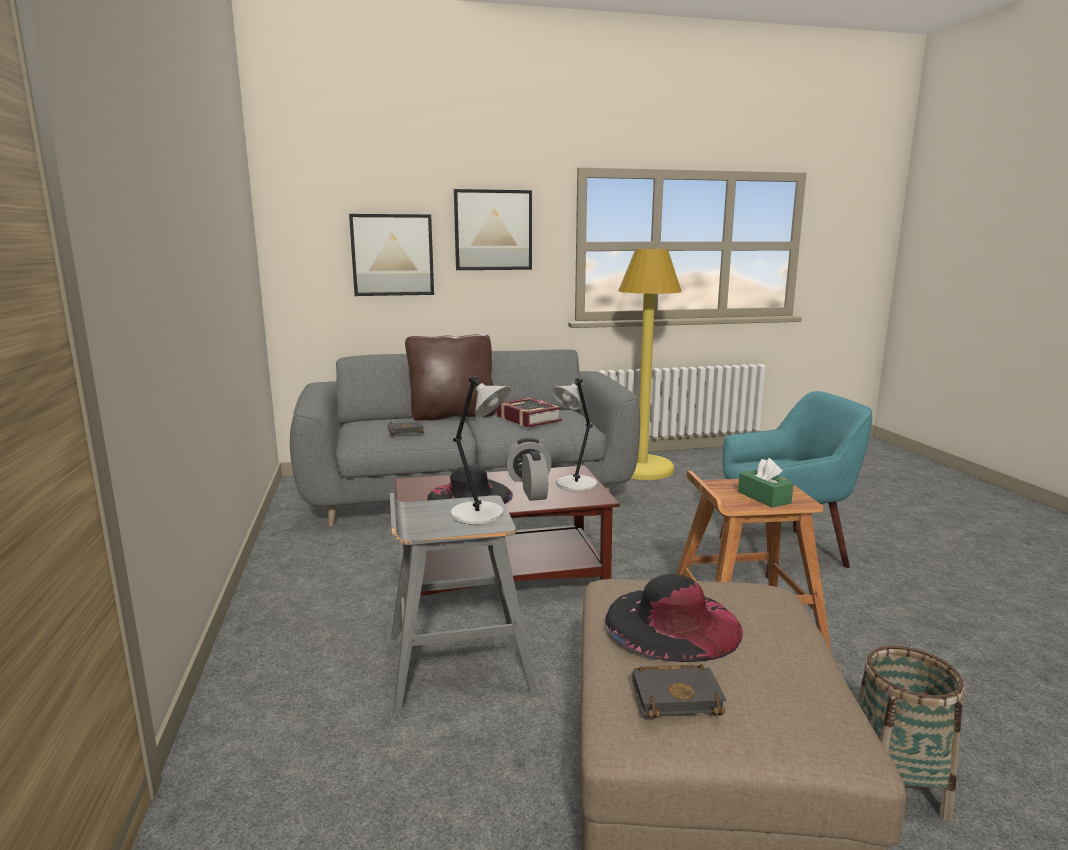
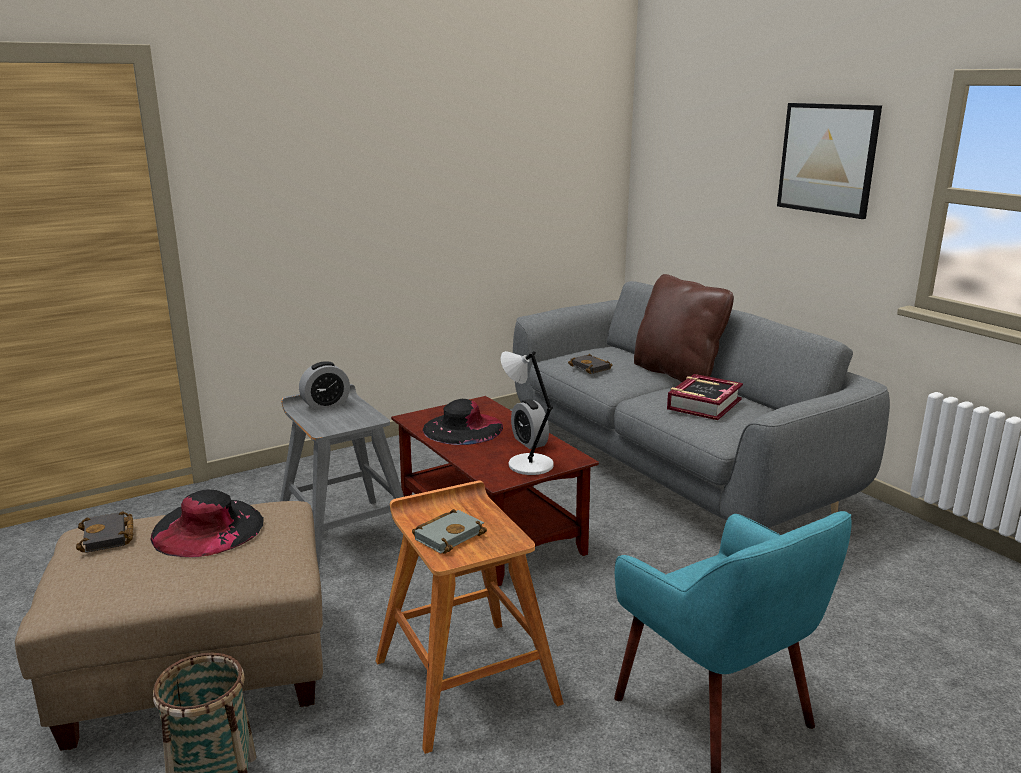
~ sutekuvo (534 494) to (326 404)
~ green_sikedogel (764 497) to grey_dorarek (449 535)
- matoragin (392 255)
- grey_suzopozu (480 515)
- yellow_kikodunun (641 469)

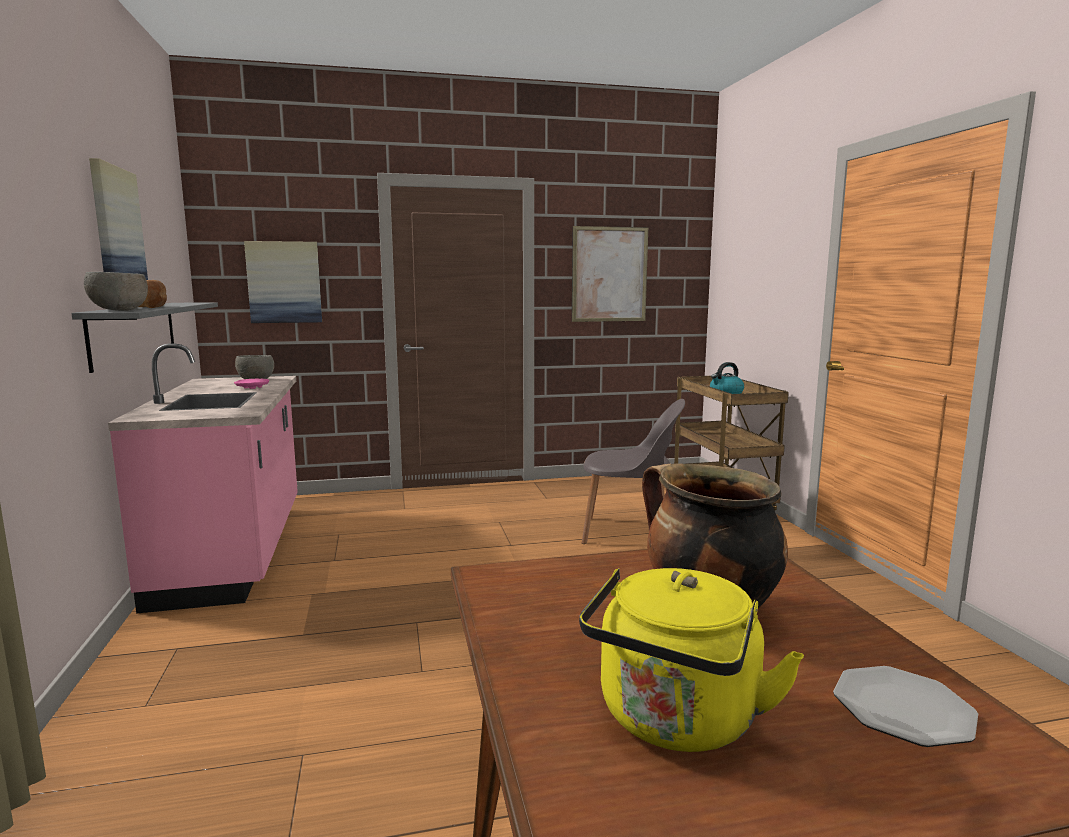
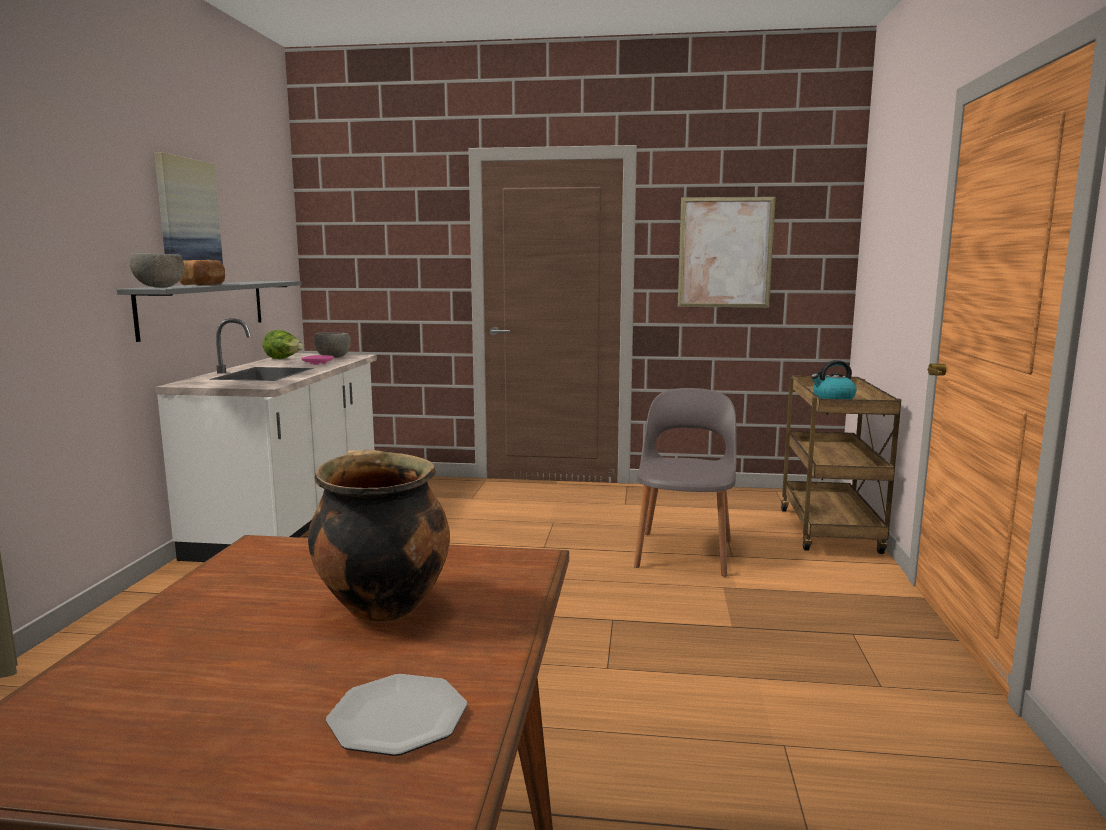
~ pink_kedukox (235 551) to white_kedukox (292 519)
+ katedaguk (283 359)
~ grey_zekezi (630 533) = (684 552) 105 degrees counterclockwise
- matoragin (284 282)
- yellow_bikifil (676 722)

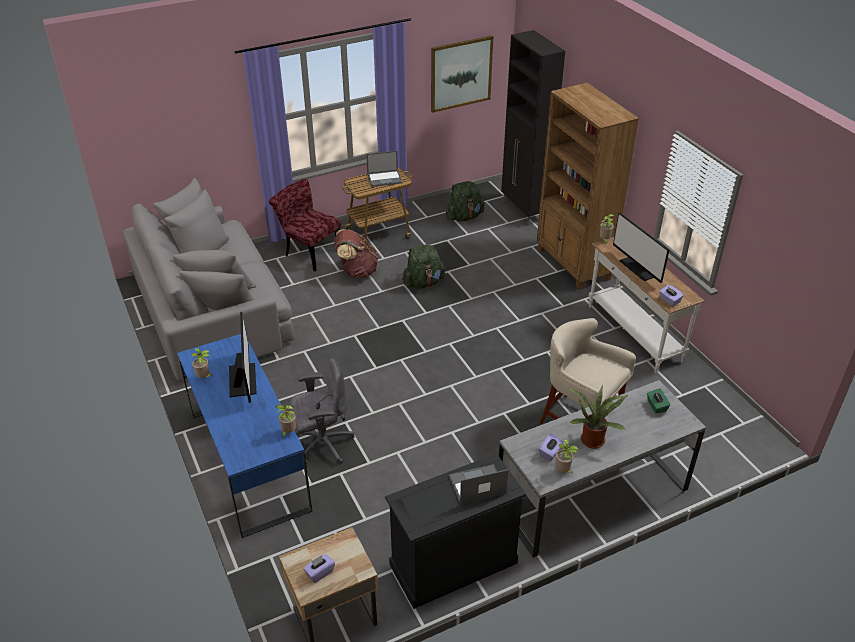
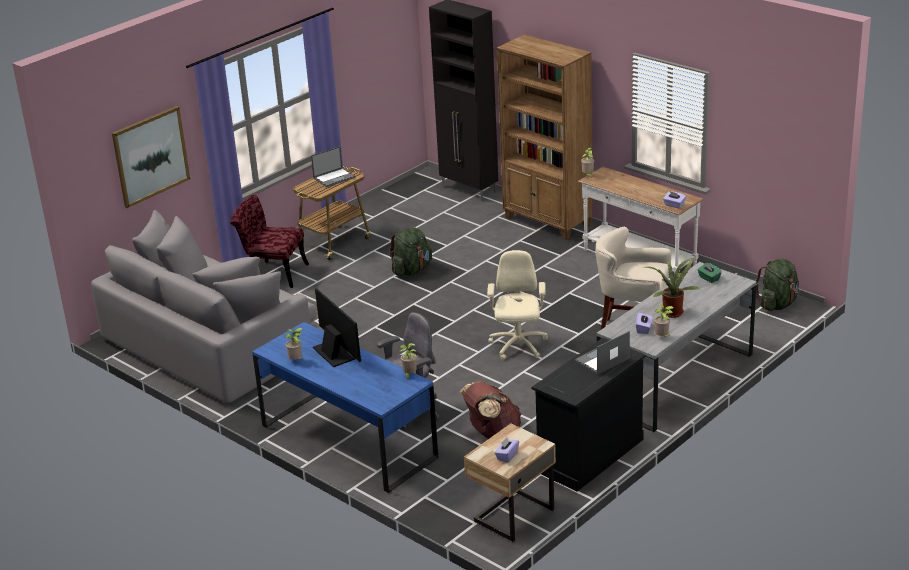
~ matoragin (461 73) to (150 156)
~ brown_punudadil (356 271) to (492 433)
+ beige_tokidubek (518 346)
~ green_punudadil (464 217) to (777 304)
- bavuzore (639 268)

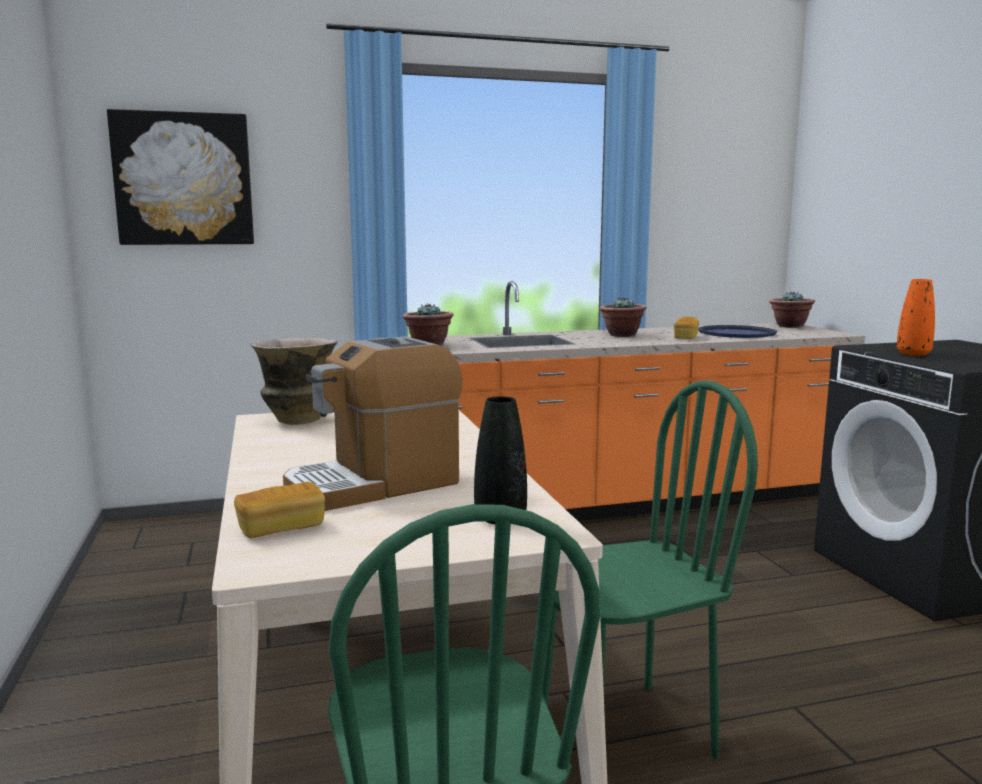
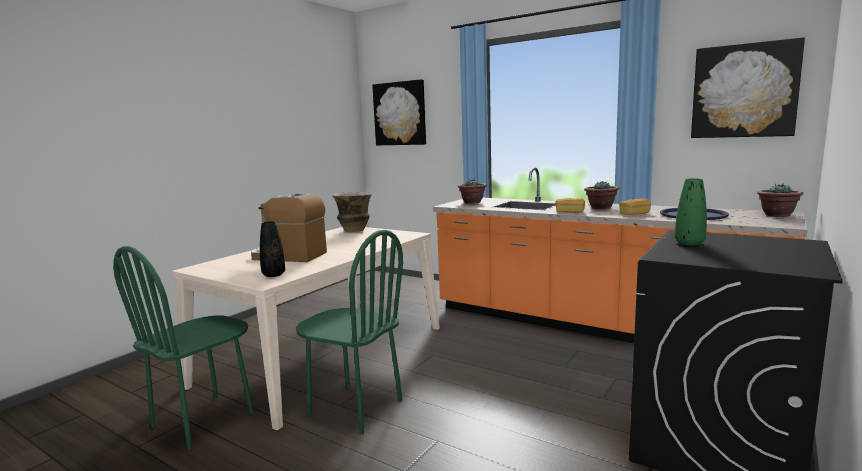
~ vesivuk (281 528) to (570 212)
~ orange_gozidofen (913 354) to green_gozidofen (689 243)
+ matoragin (744 91)

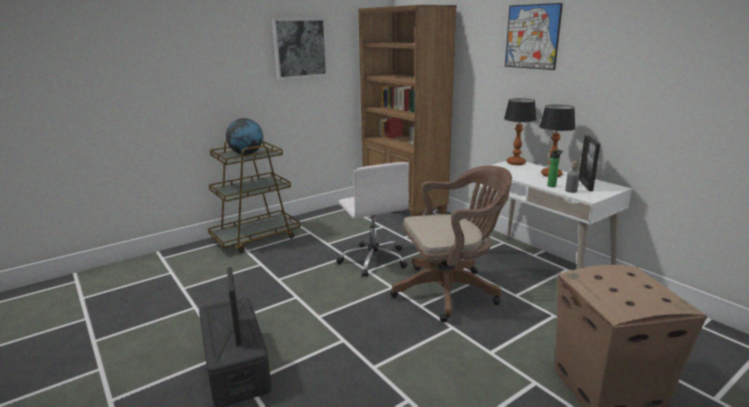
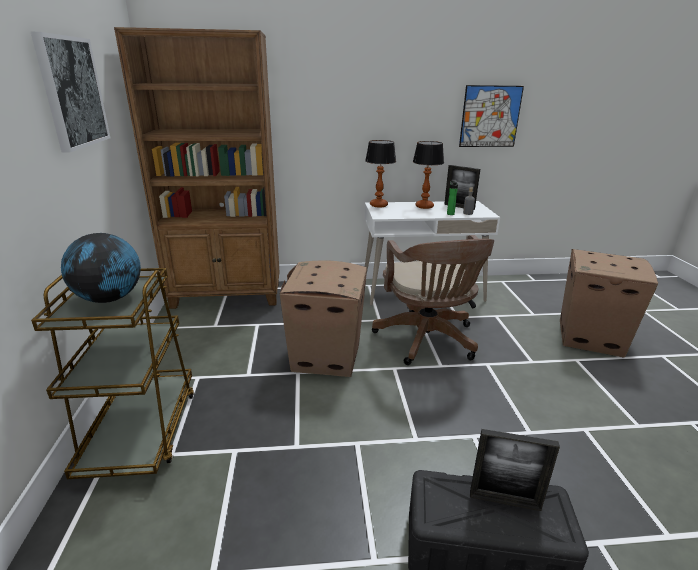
~ white_tokidubek (373 259) to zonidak (326 358)
~ brown_tokidubek (450 291) = (428 341) 150 degrees clockwise
~ matoragin (532 36) to (490 116)

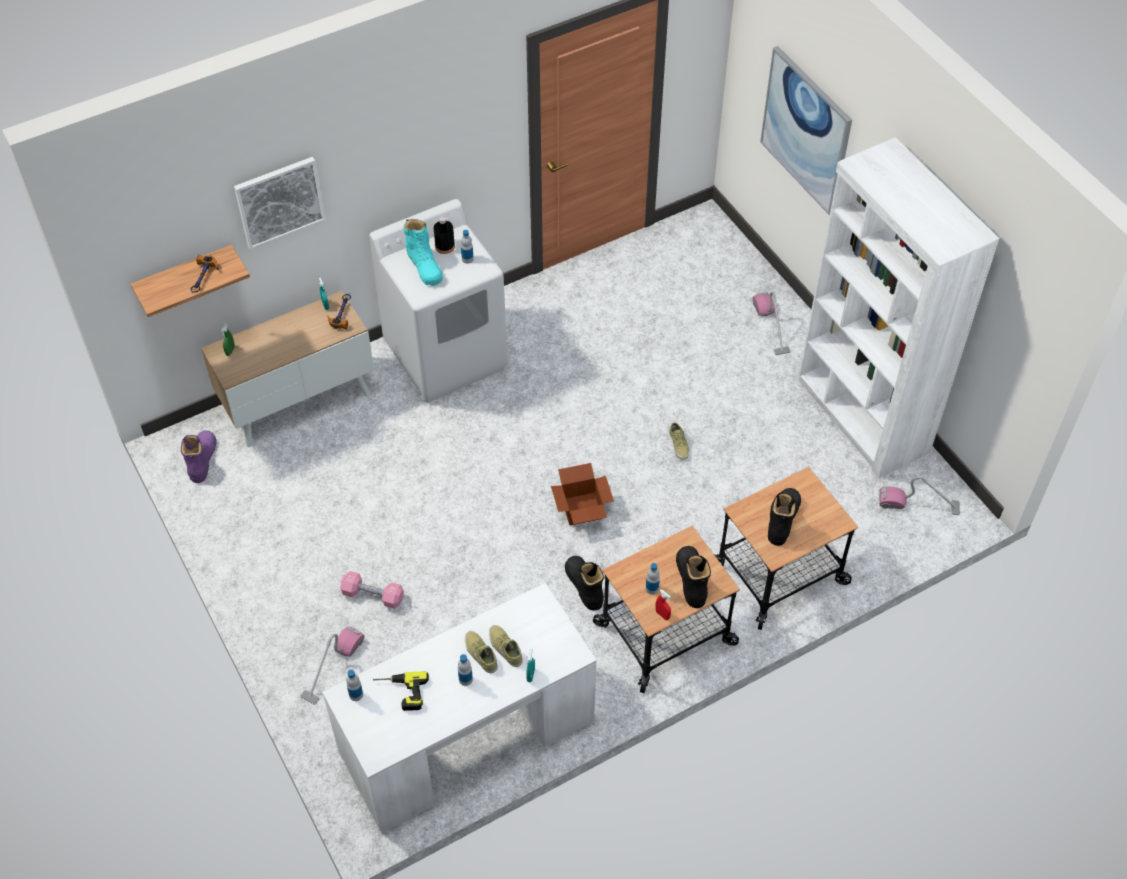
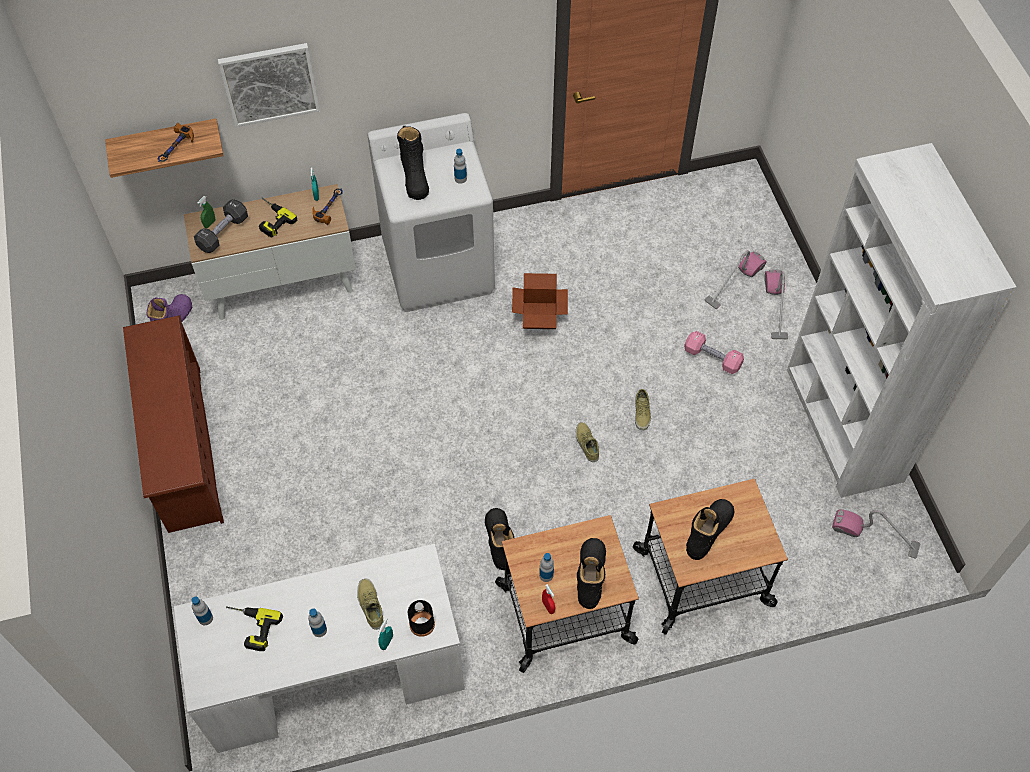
+ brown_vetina (183 448)
+ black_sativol (223 233)
+ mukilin (270 219)
~ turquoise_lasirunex (424 266) to black_lasirunex (414 177)
~ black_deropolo (445 246) to (422 624)
~ zonidak (581 510) to (538 316)
~ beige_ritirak (480 654) to (586 444)
~ pink_sativol (373 595) to (712 358)
~ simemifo (332 667) to (734 282)
- matoragin (806 130)

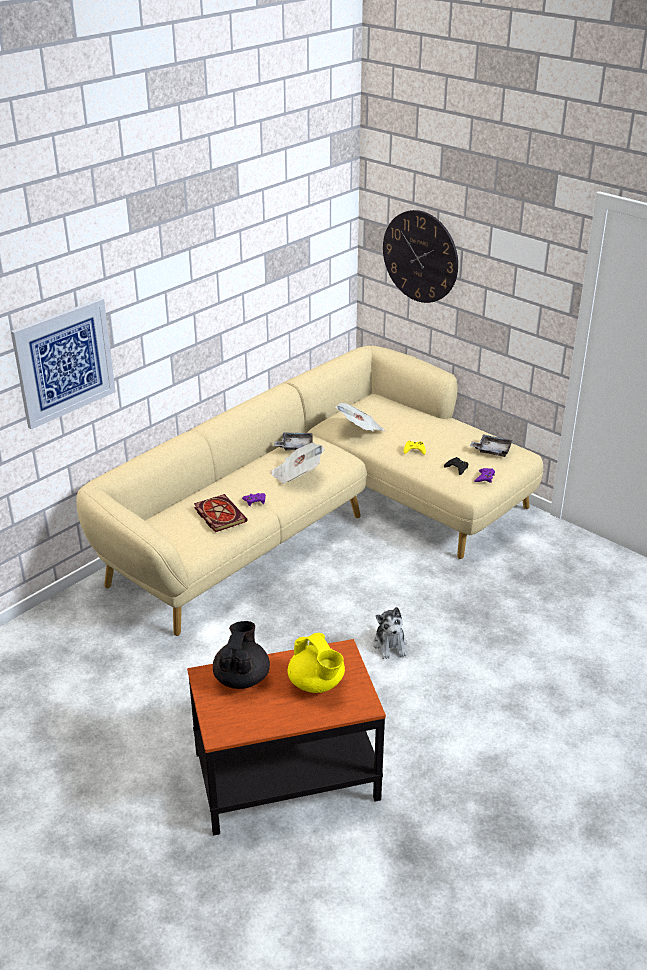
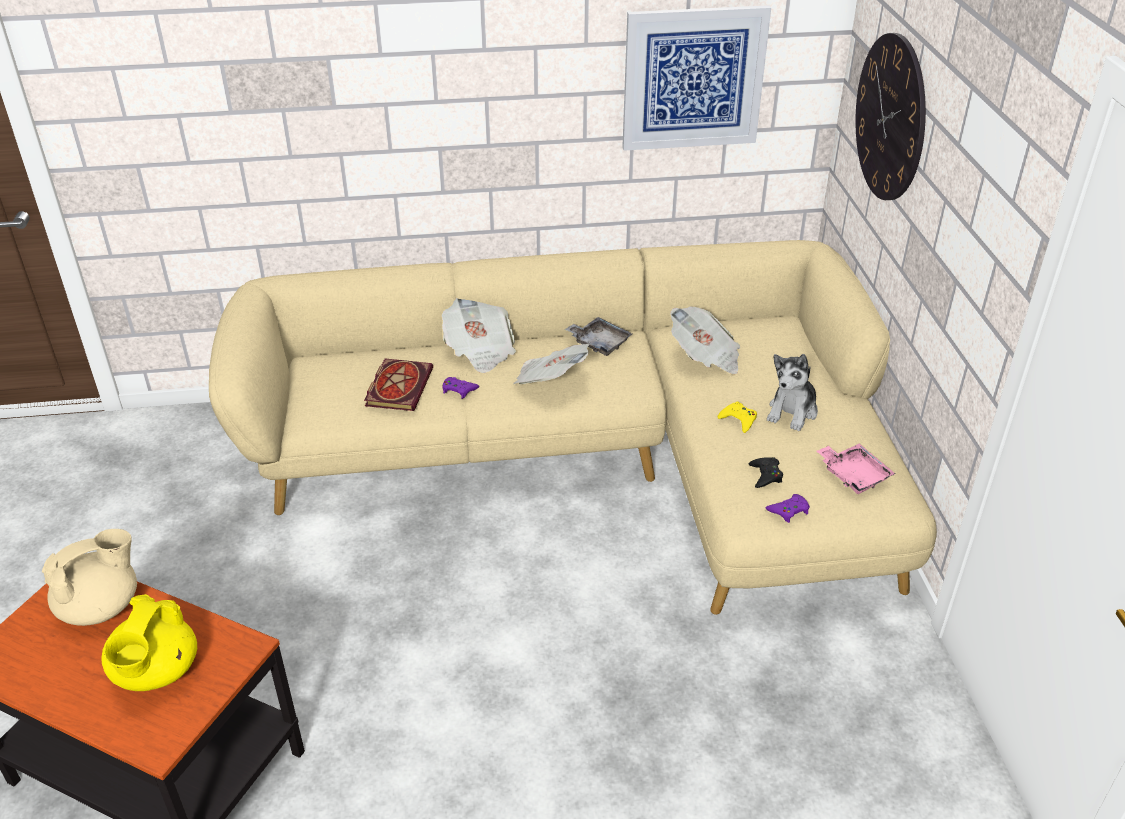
~ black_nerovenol (242 678) to beige_nerovenol (102 607)
+ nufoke (479 350)
~ matoragin (64 362) to (693 78)
~ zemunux (390 645) to (792 412)
~ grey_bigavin (492 450) to pink_bigavin (853 475)

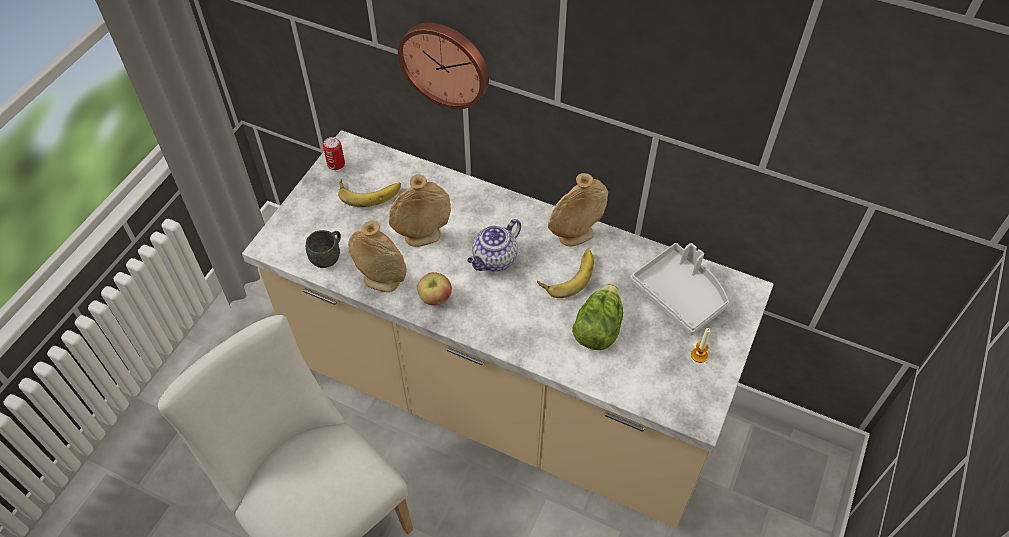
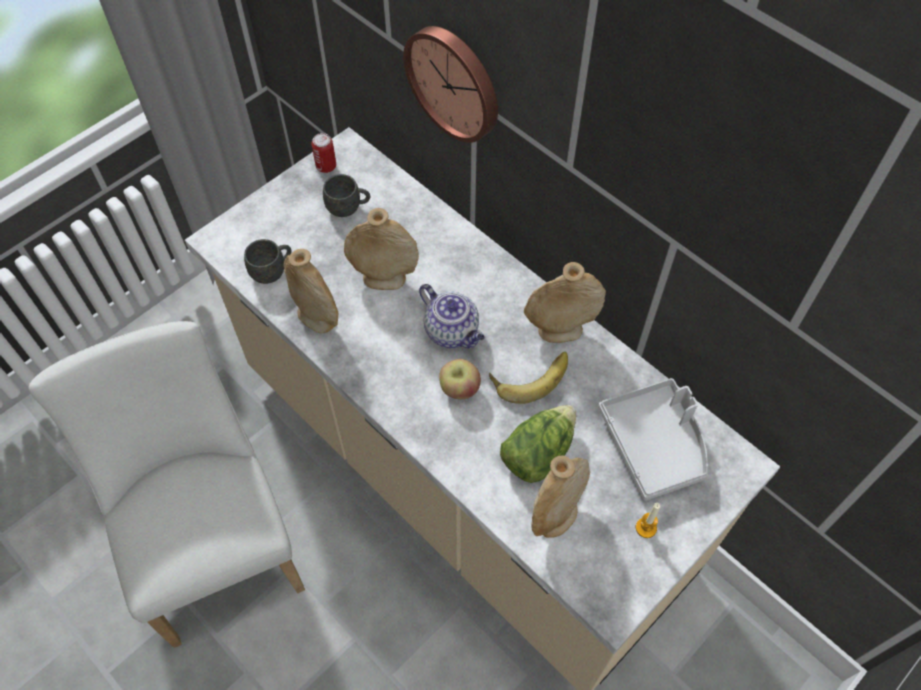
~ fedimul (369 191) to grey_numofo (348 208)
~ nerovenol (494 260) = (453 332) 105 degrees counterclockwise
~ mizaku (435 298) to (459 389)
+ beige_gozidofen (556 516)

